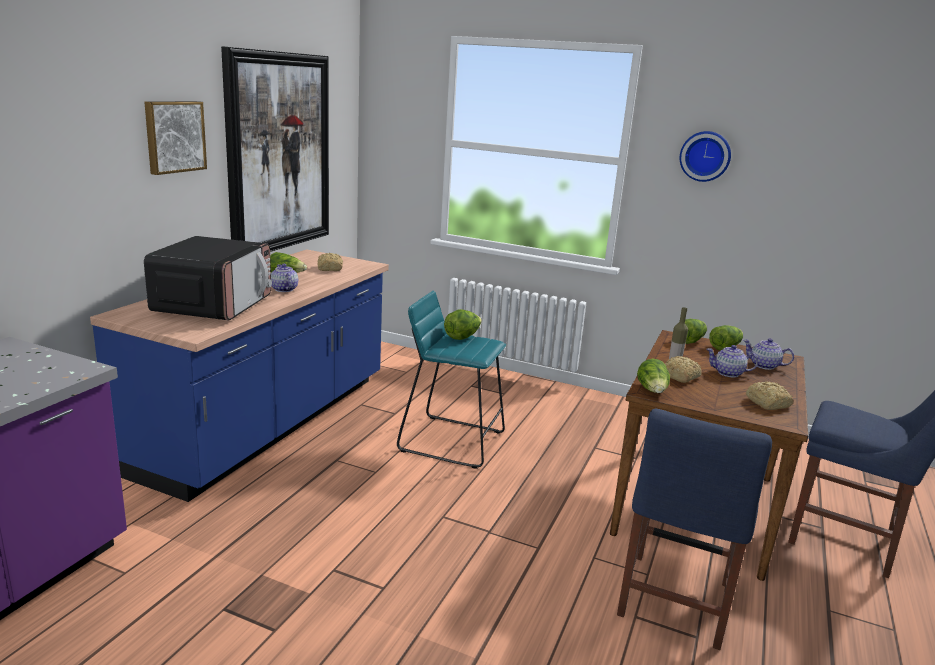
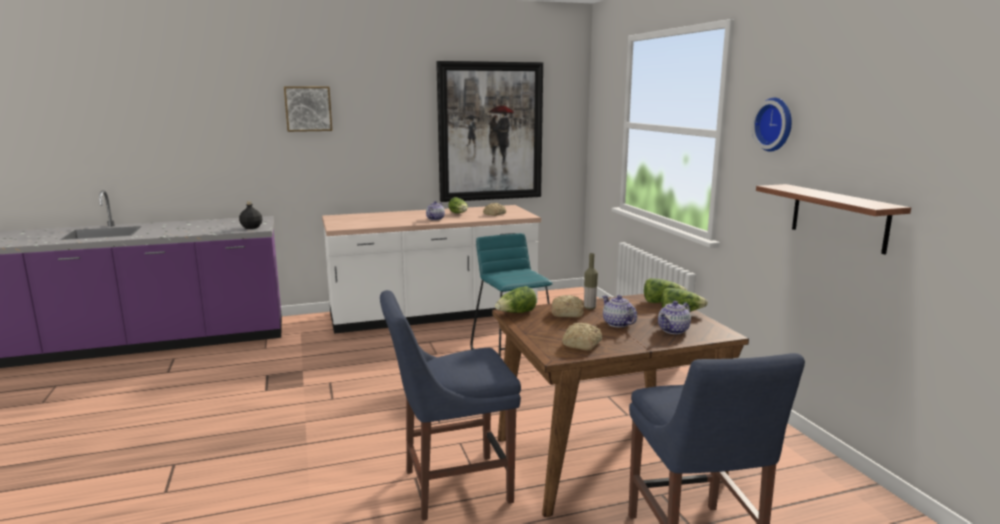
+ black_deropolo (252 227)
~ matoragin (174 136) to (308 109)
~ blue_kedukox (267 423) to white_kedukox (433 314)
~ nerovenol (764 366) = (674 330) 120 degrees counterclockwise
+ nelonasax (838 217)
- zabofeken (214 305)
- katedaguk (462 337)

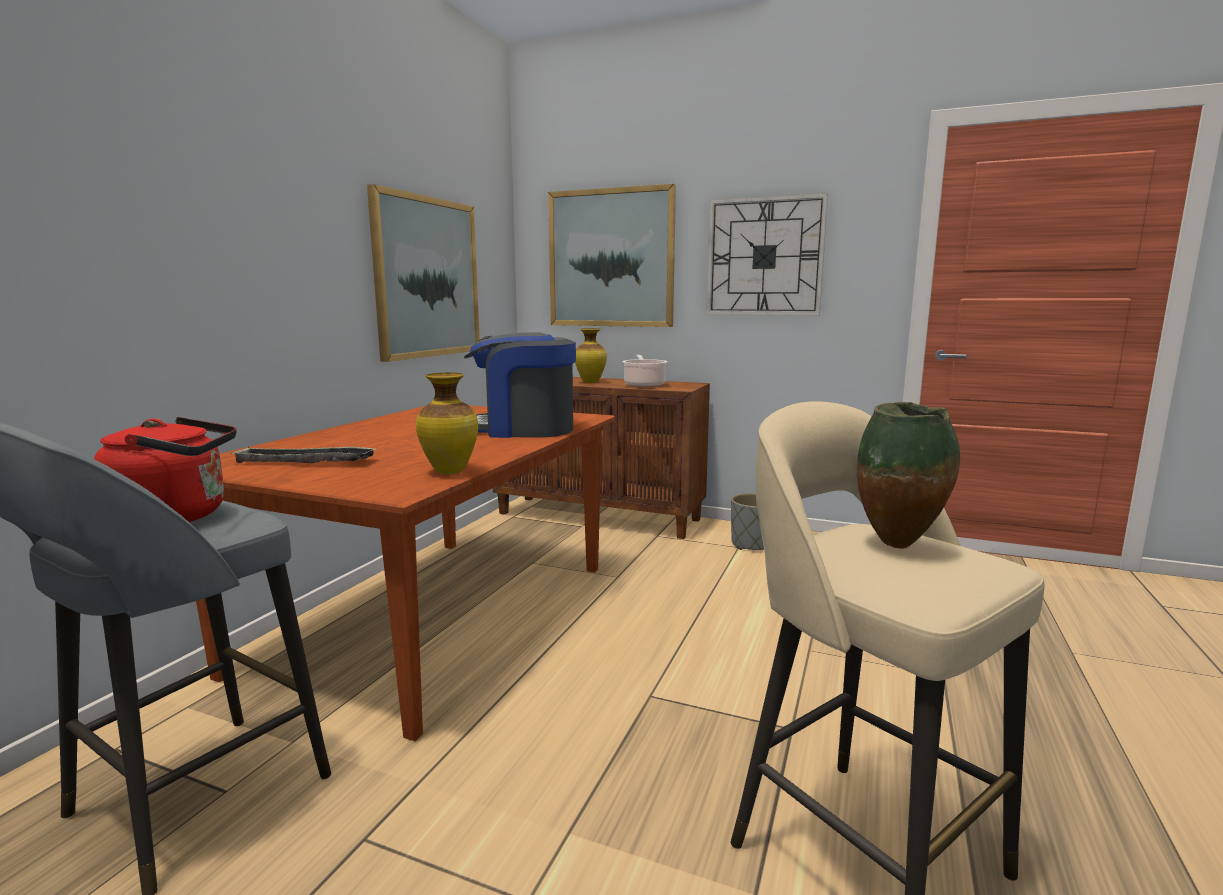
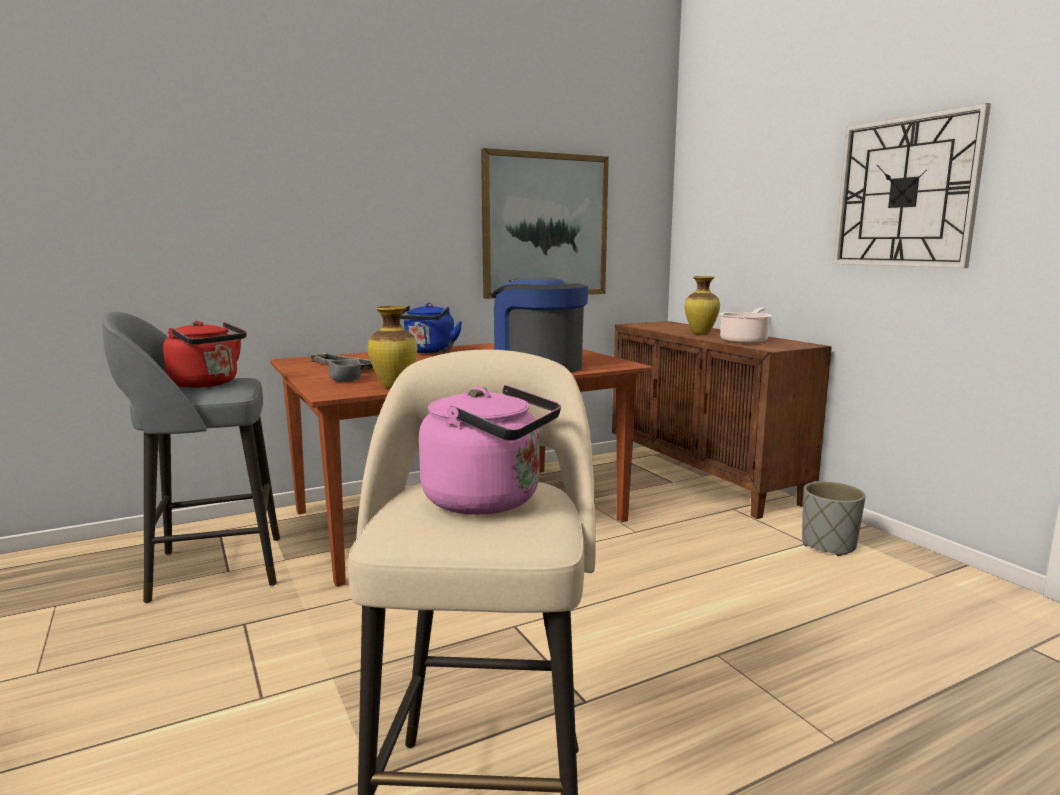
+ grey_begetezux (345 380)
+ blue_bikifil (429 352)
~ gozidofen (899 547) to pink_bikifil (489 501)
- matoragin (611 258)

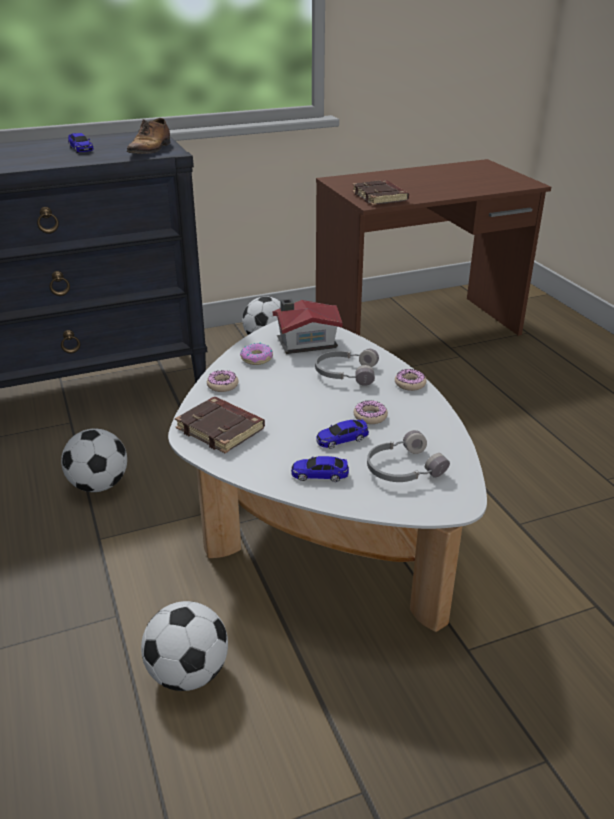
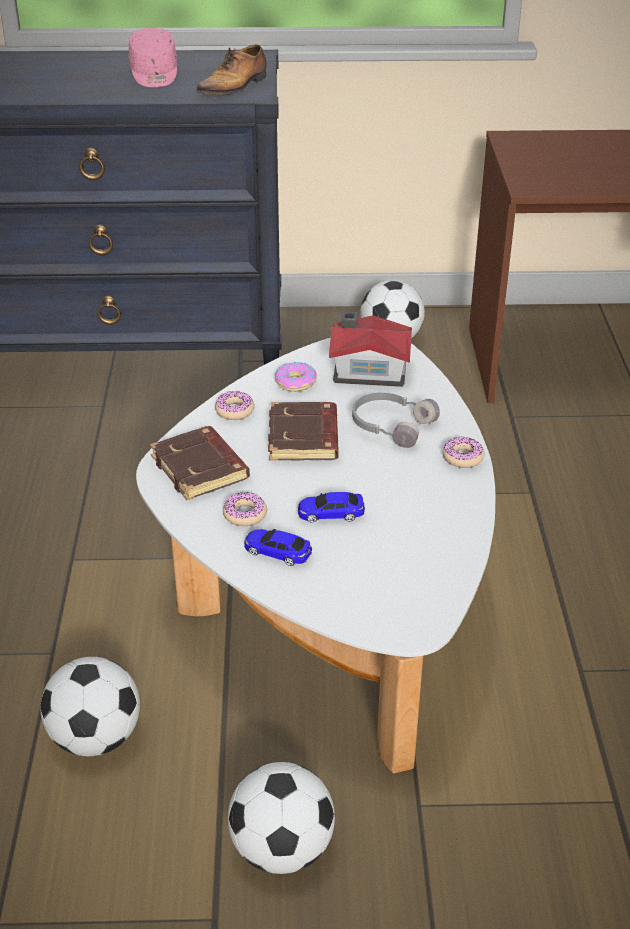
~ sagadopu (81 149) to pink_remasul (154 74)
~ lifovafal (370 416) to (245 514)
~ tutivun (99 485) to (282 849)
~ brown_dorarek (380 197) to (305 438)
- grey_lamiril (402 468)

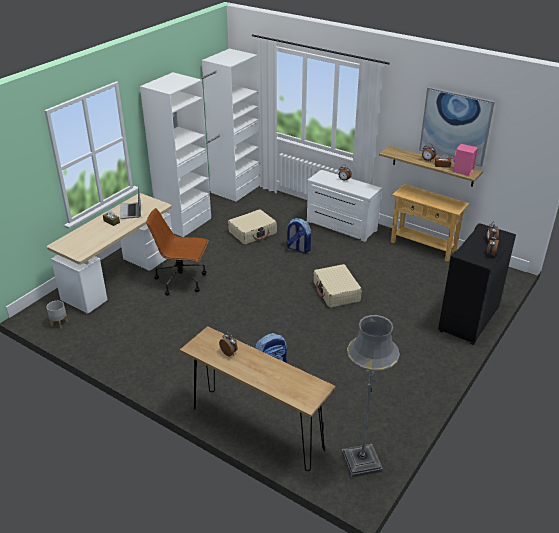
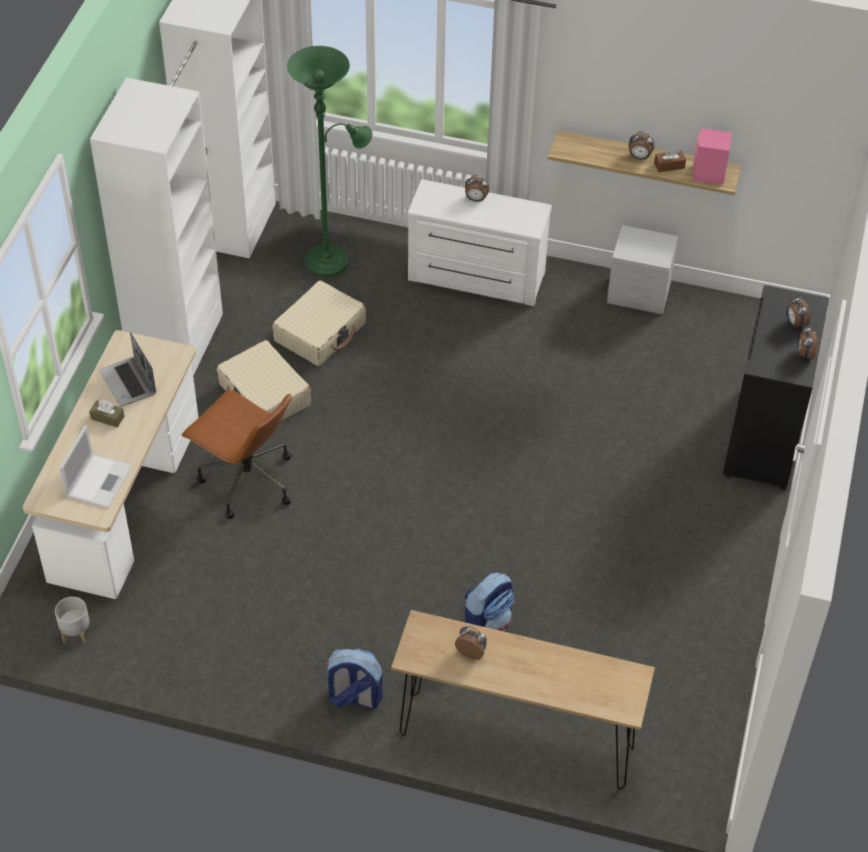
+ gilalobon (99 480)
~ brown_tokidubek (182 281) = (246 481) 135 degrees counterclockwise
~ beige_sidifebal (336 292) to (264 395)
+ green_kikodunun (332 259)
~ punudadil (298 248) to (354 697)
~ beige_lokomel (423 247) to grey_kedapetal (638 293)
- grey_kikodunun (361 462)
- matoragin (455 126)

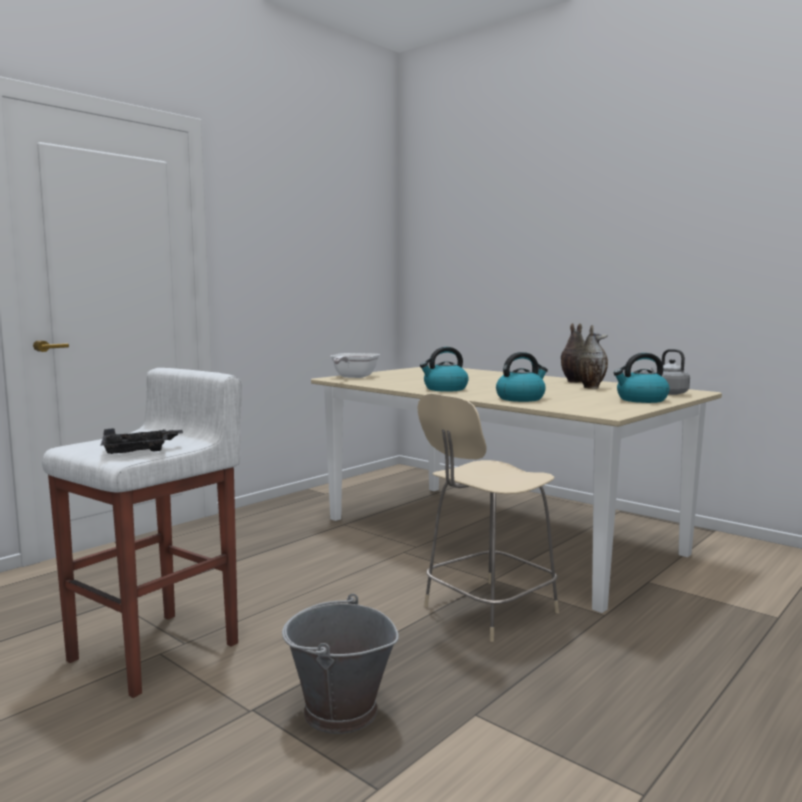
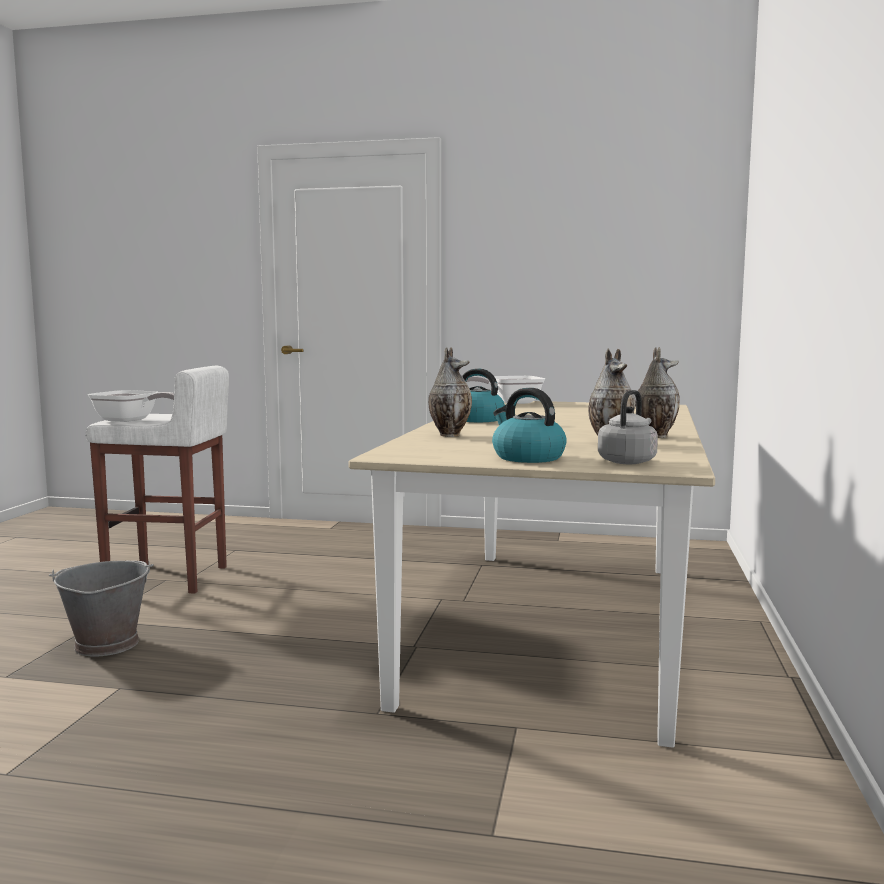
~ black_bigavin (139 451) to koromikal (130 420)
~ bikifil (521 398) to gozidofen (450 435)
- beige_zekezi (486 610)

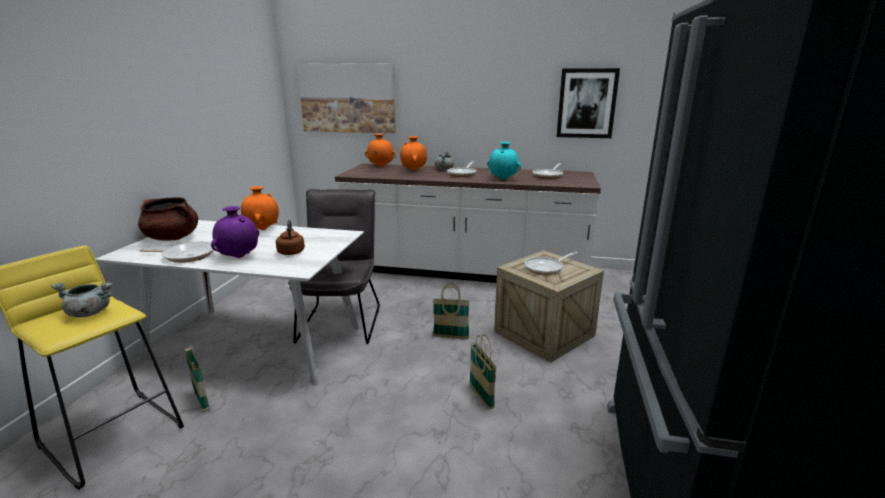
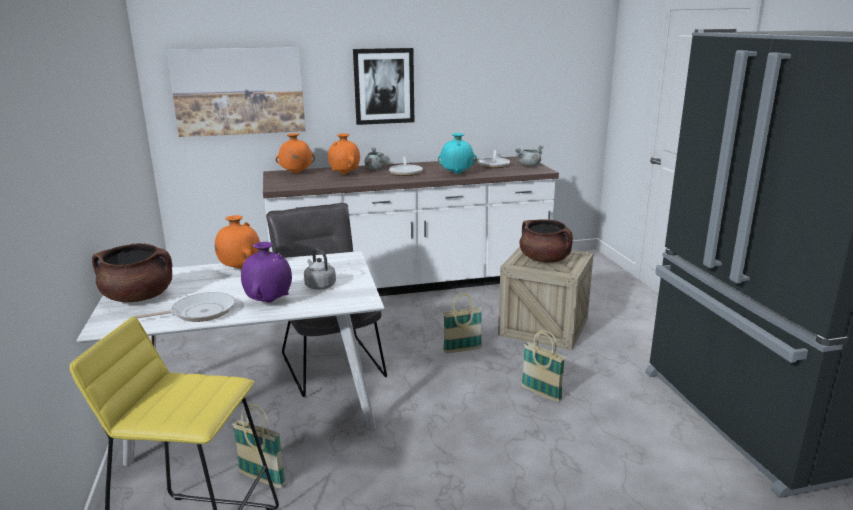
~ brown_bikifil (291 252) to grey_bikifil (319 285)
~ matoragin (586 103) to (384 86)
~ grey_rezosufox (89 313) to (529 165)
~ koromikal (546 268) to brown_rezosufox (545 259)

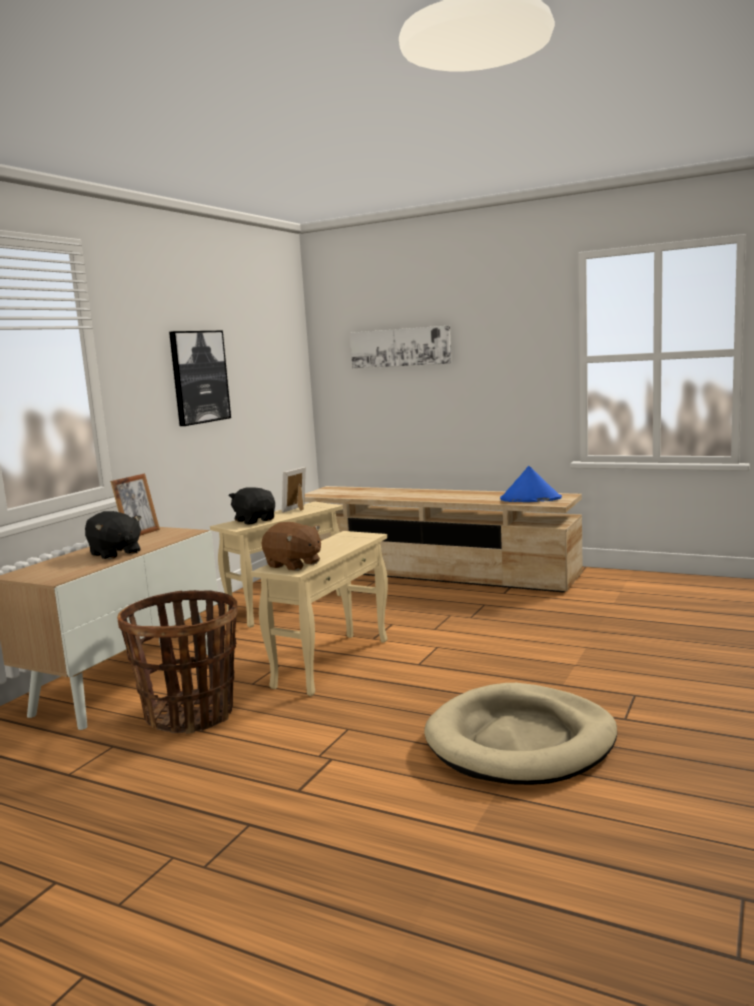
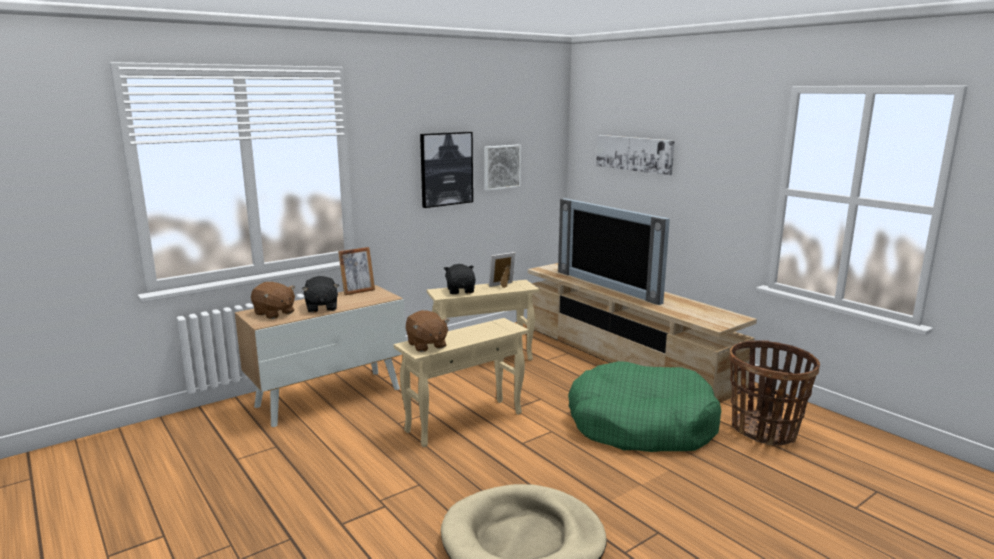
+ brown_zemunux (274 313)
+ matoragin (501 167)
+ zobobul (610 285)
+ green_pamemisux (641 424)
~ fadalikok (190 715) to (764 430)
- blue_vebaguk (530 499)

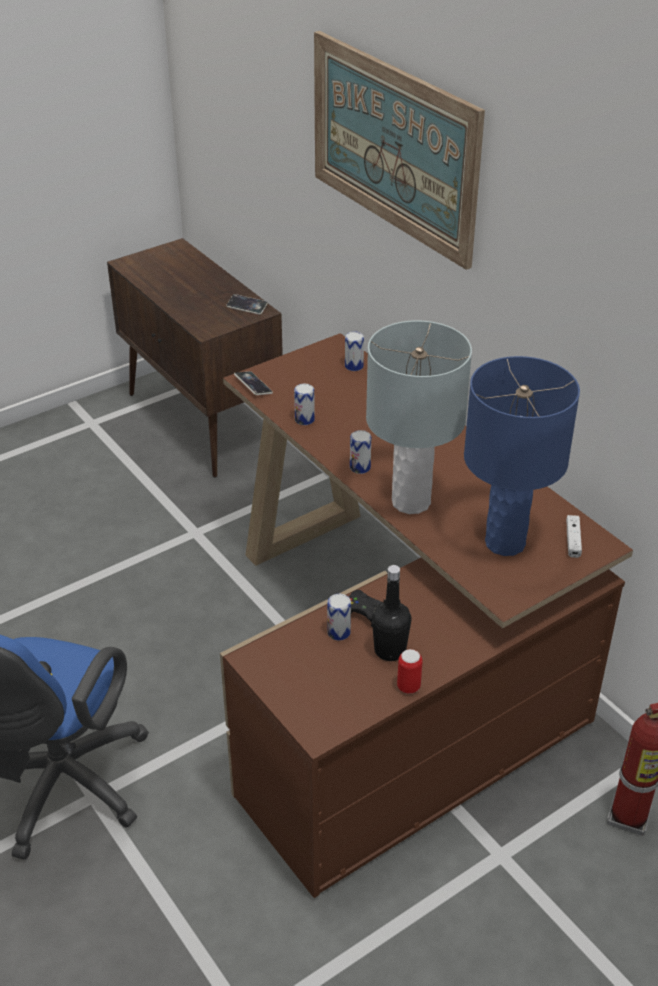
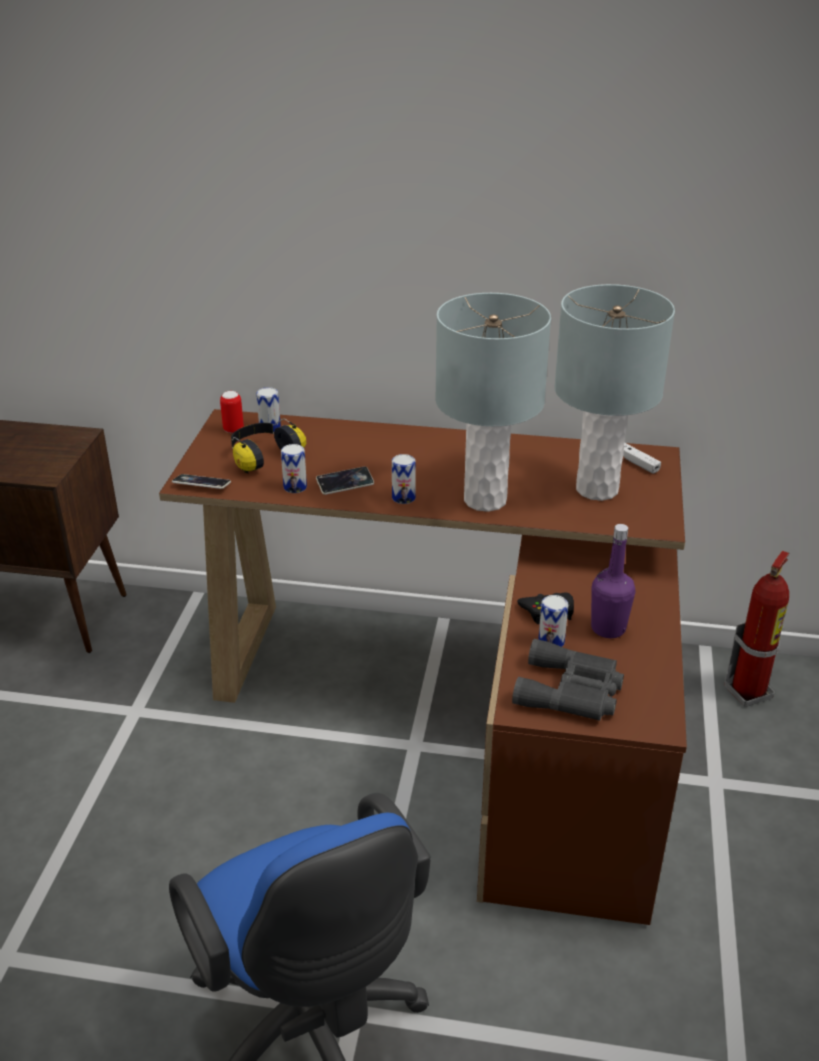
~ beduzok (408 687) to (233 430)
+ lamiril (263 457)
~ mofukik (247 306) to (345 484)
+ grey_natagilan (571 692)
~ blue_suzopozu (505 543) to grey_suzopozu (597 489)
~ black_deropolo (390 650) to purple_deropolo (608 628)
- matoragin (393 146)

